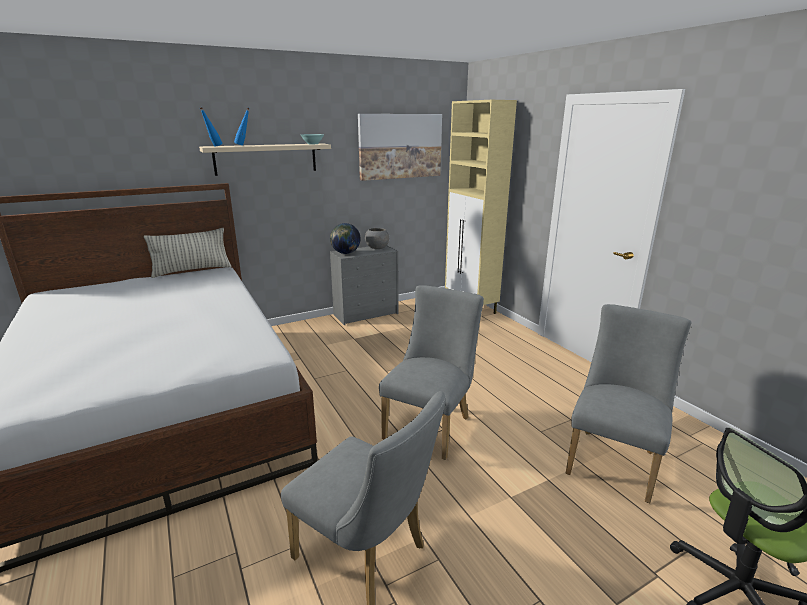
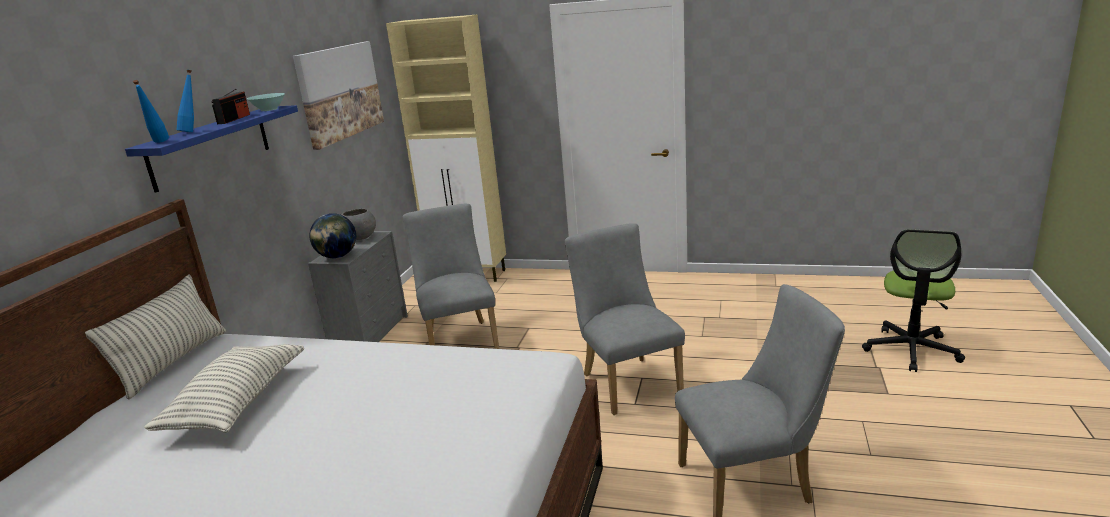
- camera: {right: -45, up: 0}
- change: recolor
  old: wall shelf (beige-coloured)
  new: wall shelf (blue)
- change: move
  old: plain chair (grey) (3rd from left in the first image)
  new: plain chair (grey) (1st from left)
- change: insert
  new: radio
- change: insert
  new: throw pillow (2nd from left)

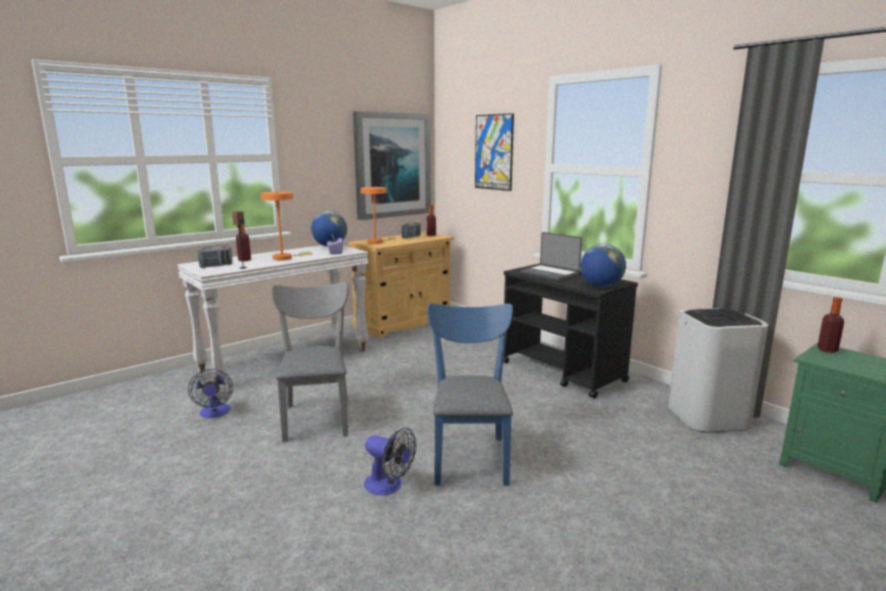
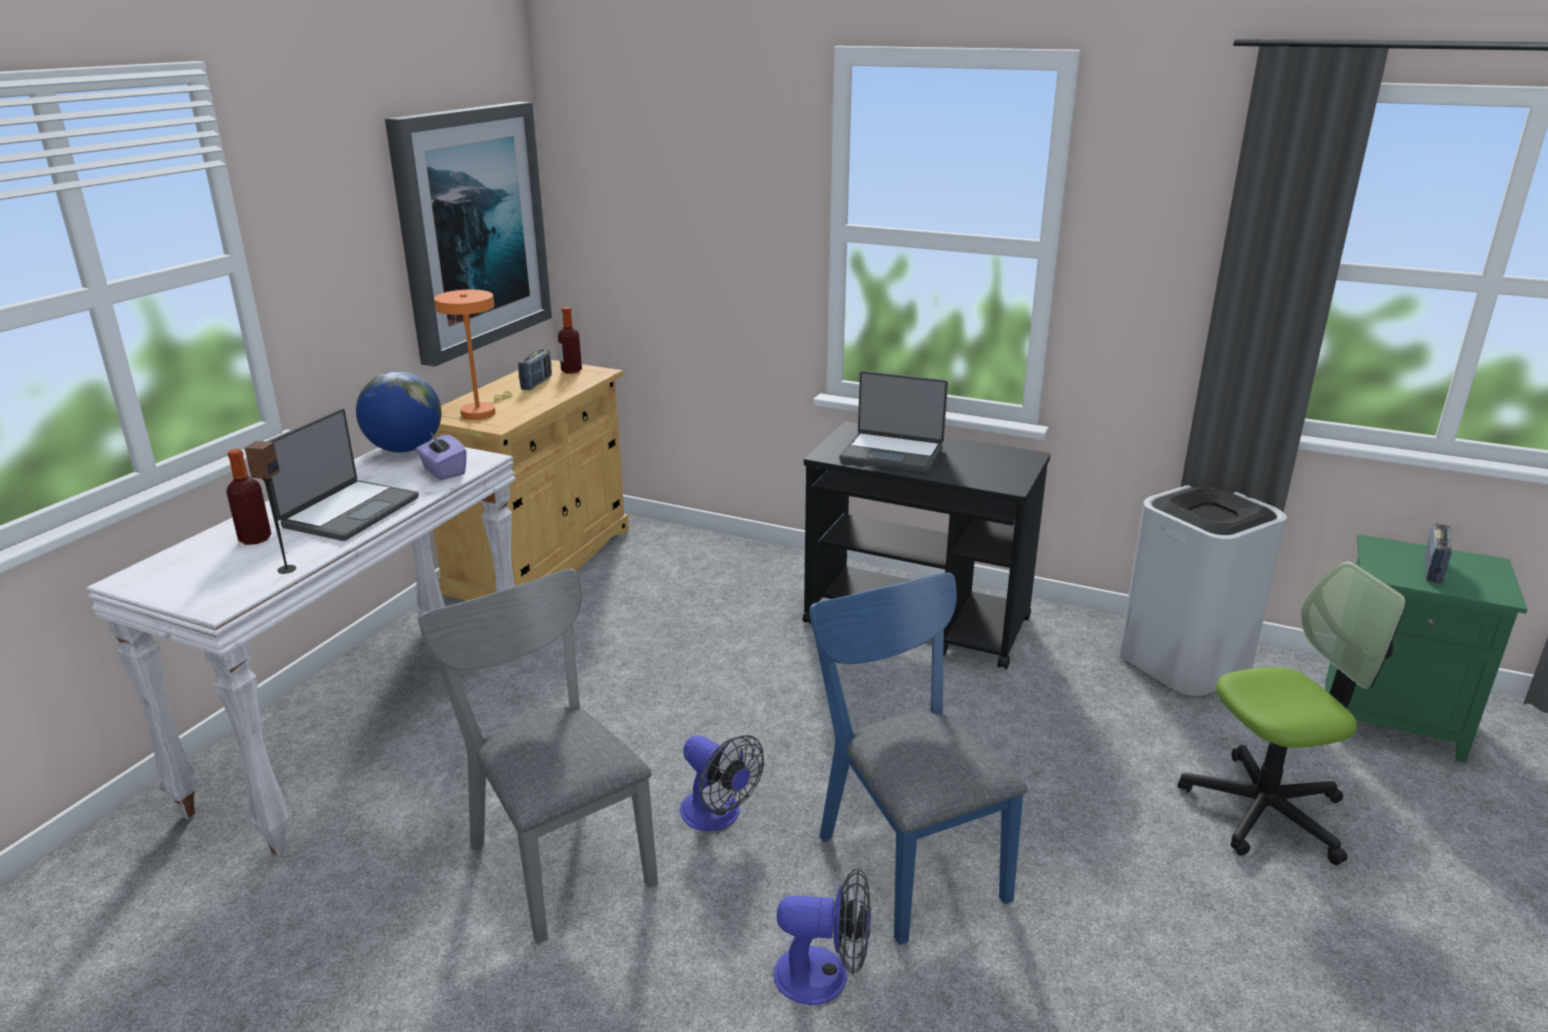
- camera: {right: -25, up: 10}
- change: delete
  old: picture (2nd from left)
- change: replace
  old: lamp for a table (orange-coloured) (1st from left)
  new: portable computer (1st from left)
- change: delete
  old: world globe (2nd from left)
- change: move
  old: radio (1st from left in the first image)
  new: radio (2nd from left)
- change: delete
  old: drink bottle (3rd from left)
- change: move
  old: cooling fan (1st from left)
- change: insert
  new: office chair

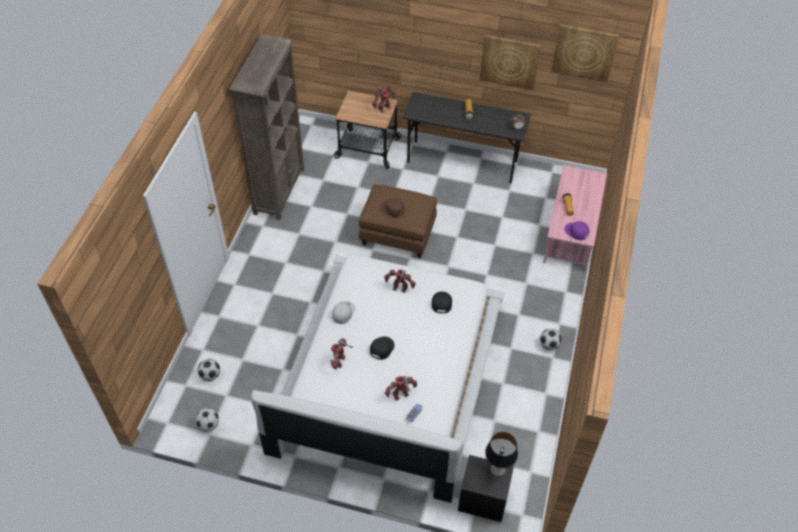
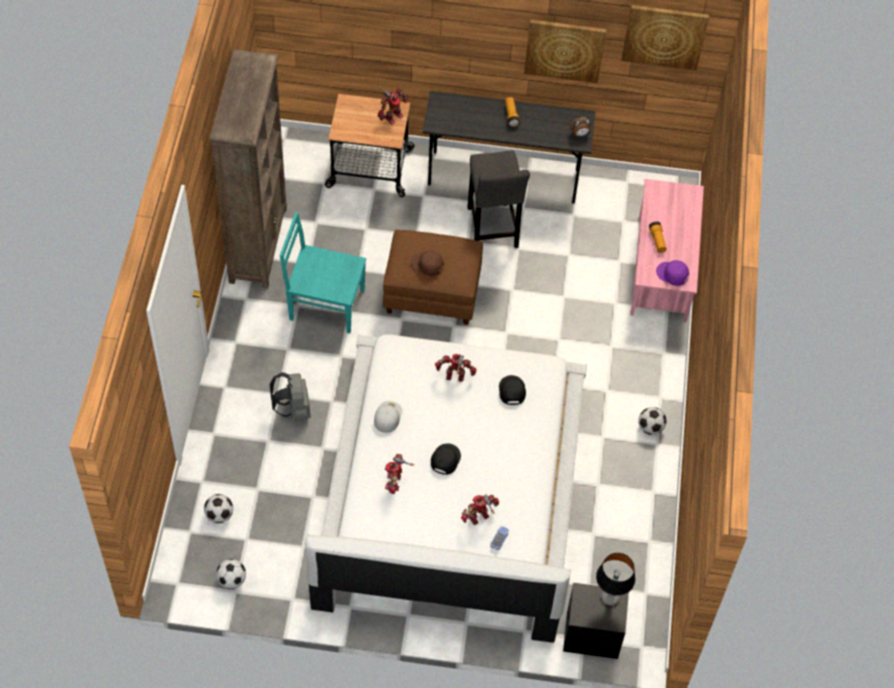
- camera: {right: -10, up: 5}
- change: insert
  new: sitting stool (grey)
- change: insert
  new: plain chair (turquoise-coloured)
- change: insert
  new: knapsack (grey)

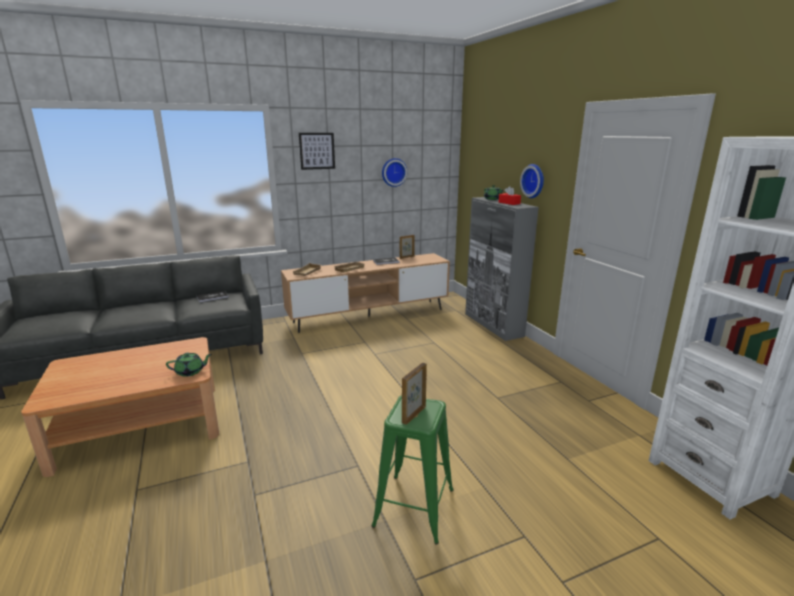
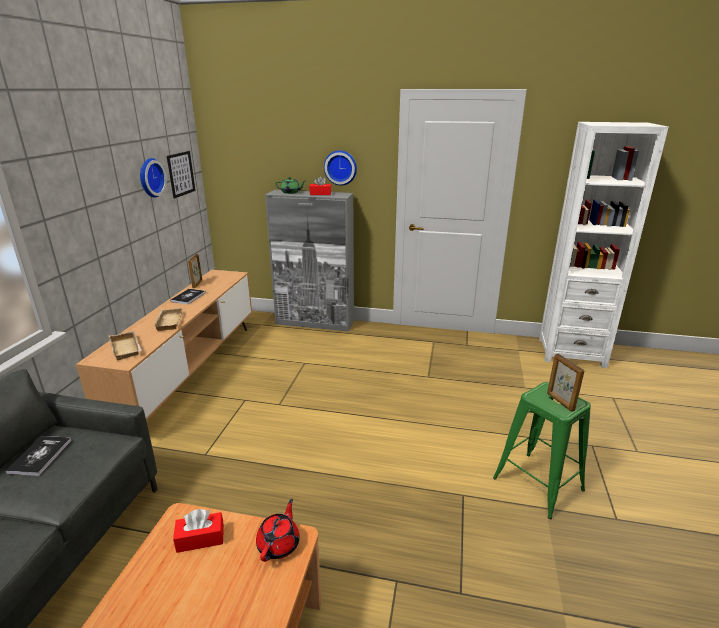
- camera: {right: -55, up: 5}
- change: move
  old: picture
- change: recolor
  old: tea pot (green-coloured) (1st from left)
  new: tea pot (red)
- change: insert
  new: box of tissues (red) (1st from left)

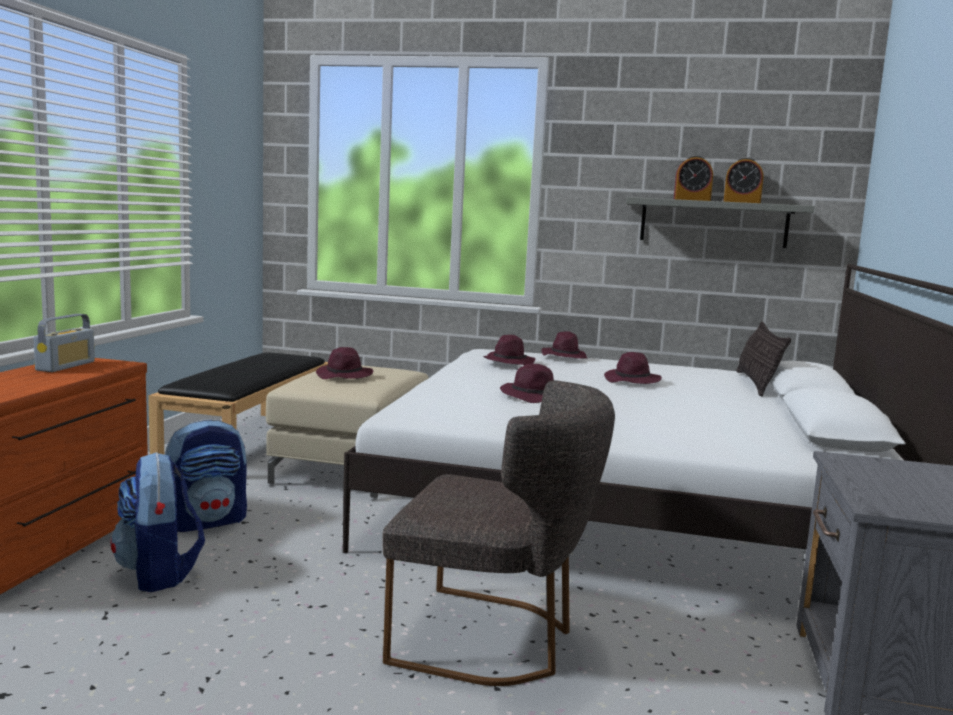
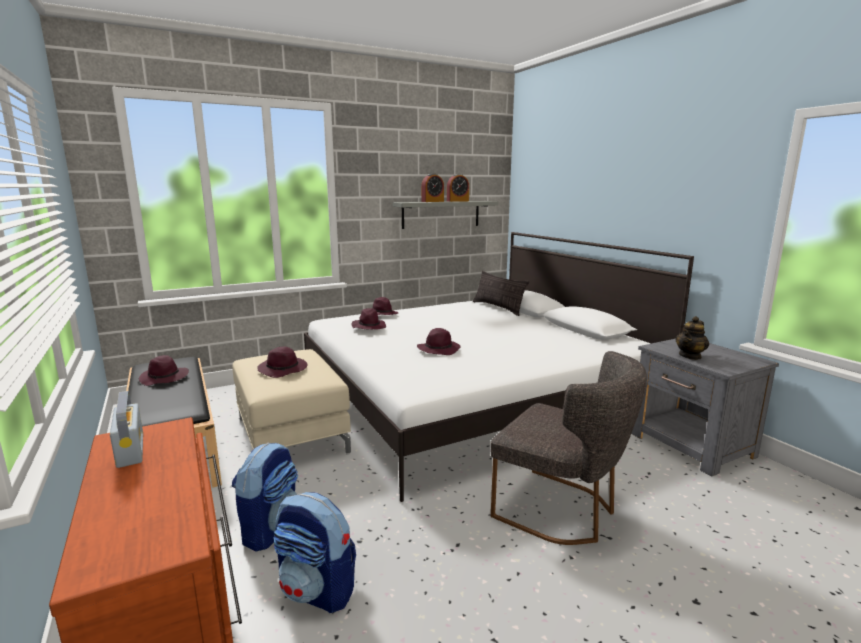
- camera: {right: -40, up: 5}
- change: move
  old: clothing hat (purplish) (5th from left in the first image)
  new: clothing hat (purplish) (1st from left)
- change: rotate
  old: plain chair (grey)
  degrees: 60
- change: insert
  new: tea pot

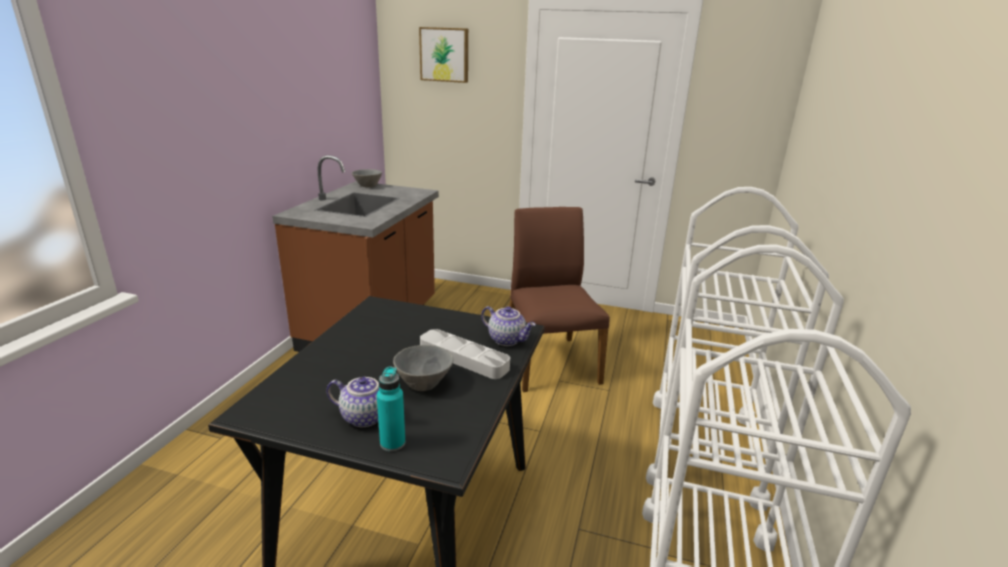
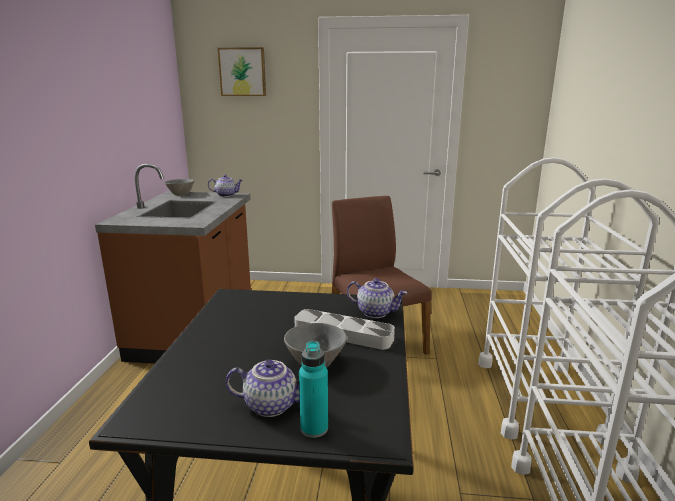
- camera: {right: -10, up: -5}
- change: insert
  new: tea pot (1st from left)

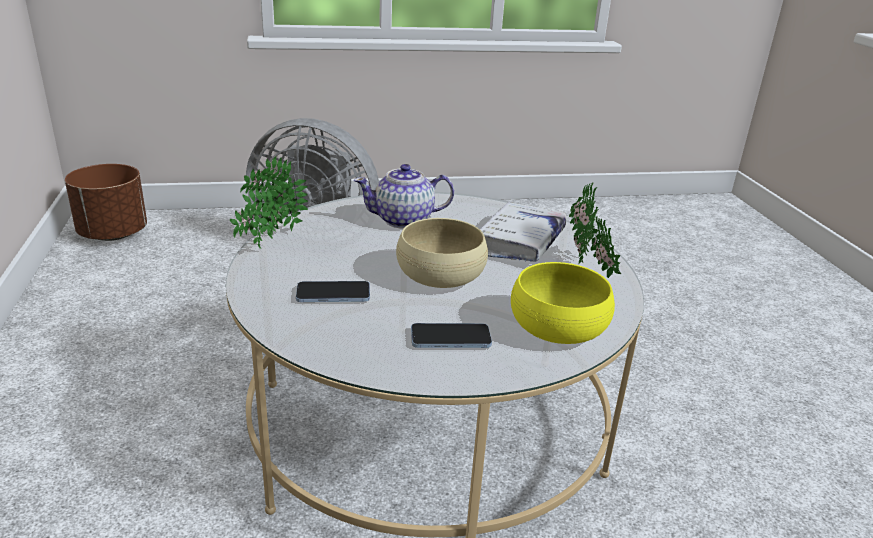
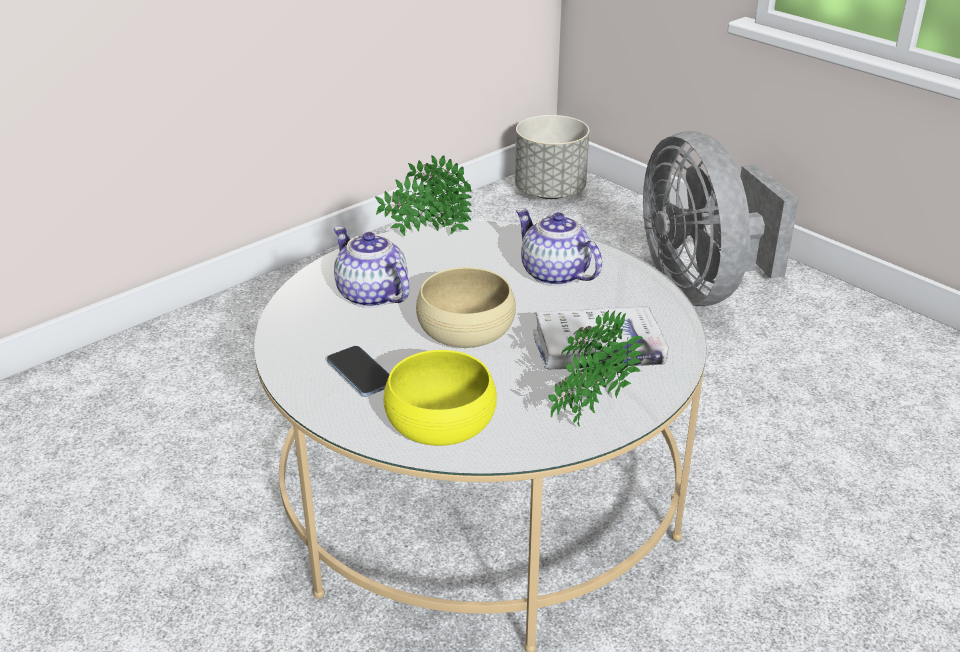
- camera: {right: 60, up: 5}
- change: recolor
  old: plant pot (brown-coloured)
  new: plant pot (grey)
- change: replace
  old: phone (1st from left)
  new: tea pot (1st from left)

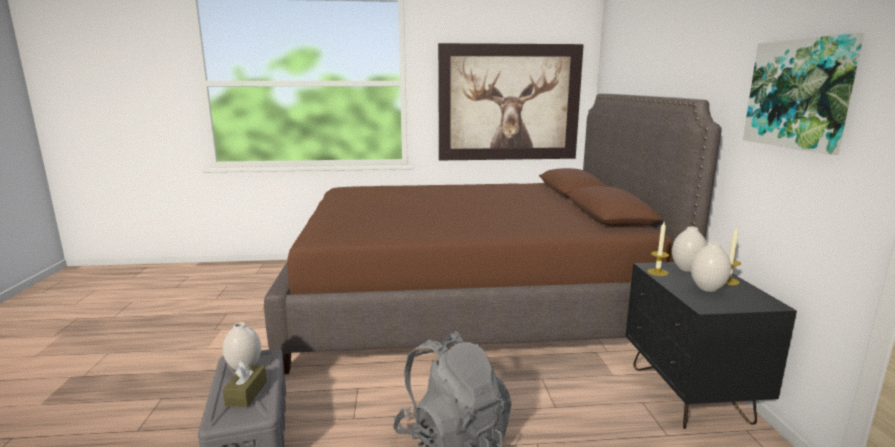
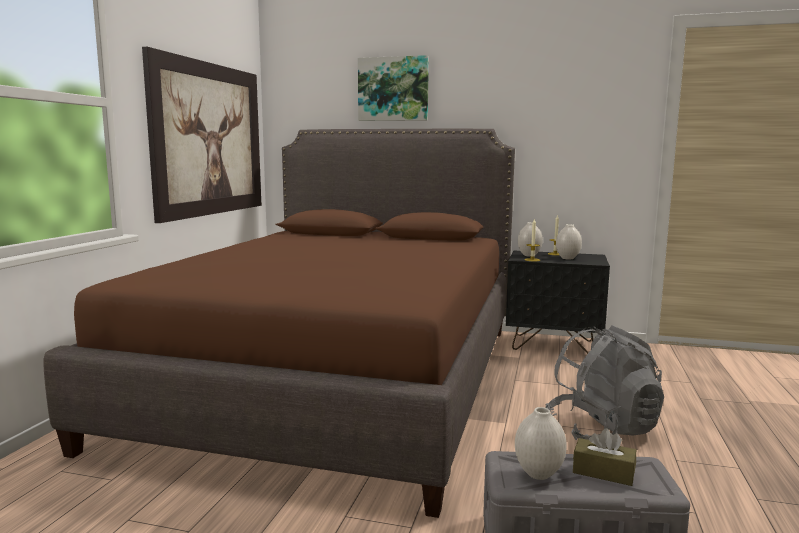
- camera: {right: -70, up: -5}
- change: move
  old: picture (2nd from left)

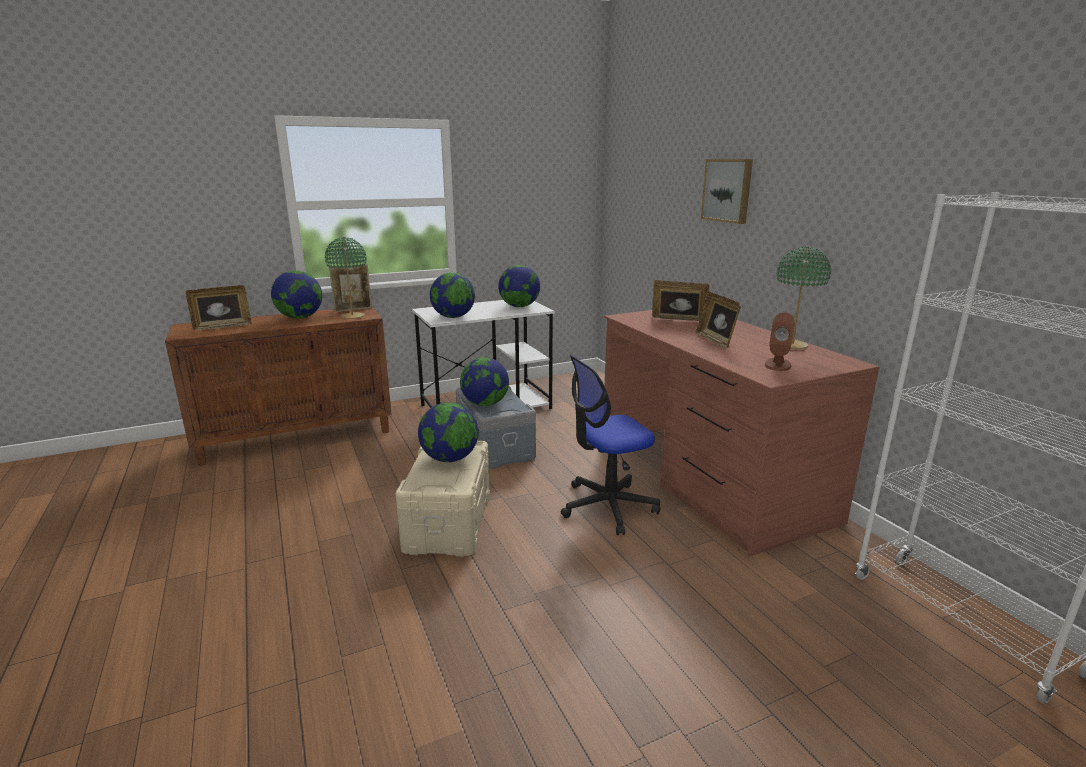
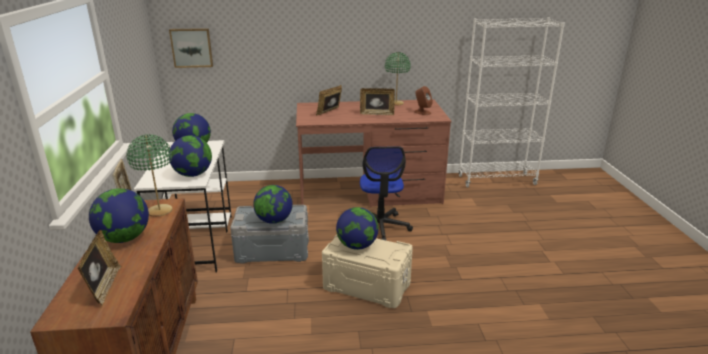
- camera: {right: -70, up: 5}
- change: move
  old: picture

